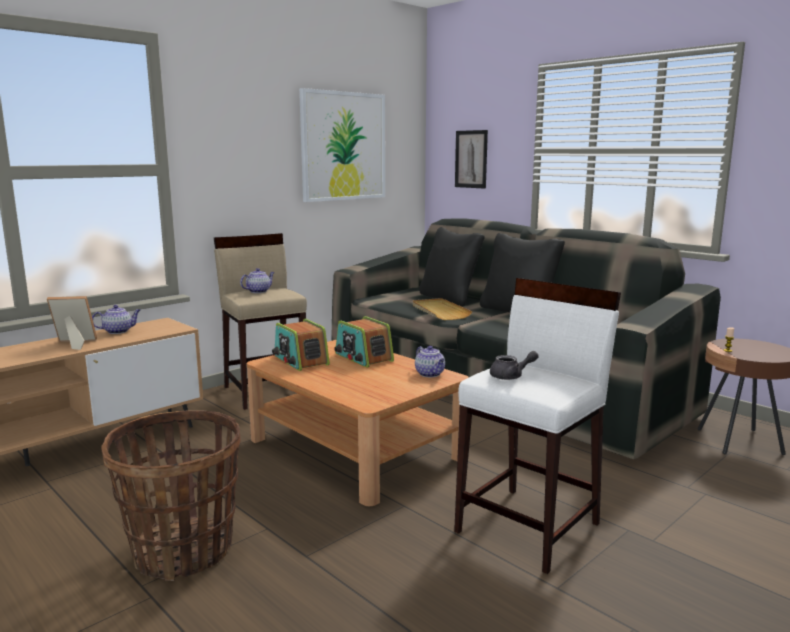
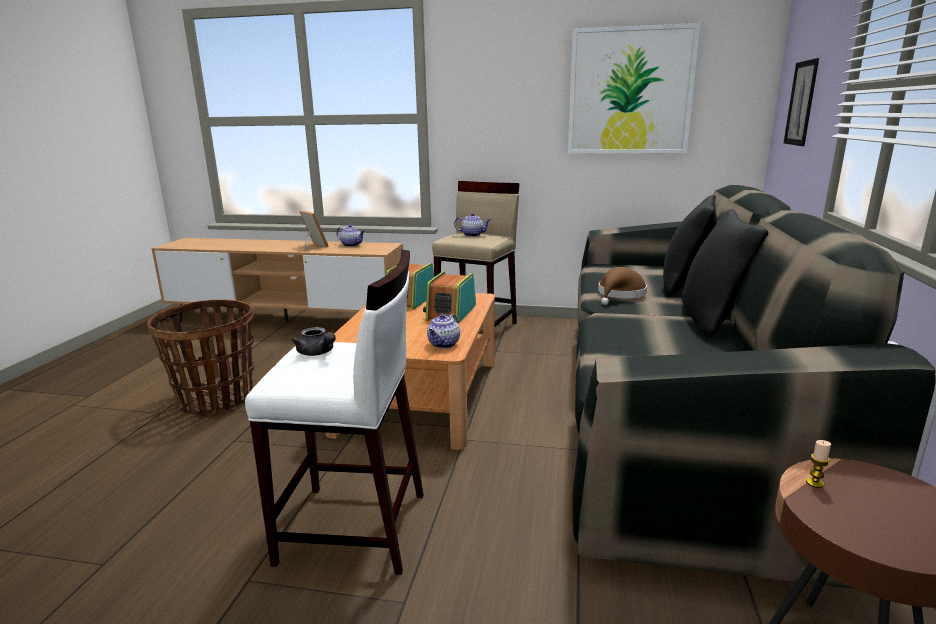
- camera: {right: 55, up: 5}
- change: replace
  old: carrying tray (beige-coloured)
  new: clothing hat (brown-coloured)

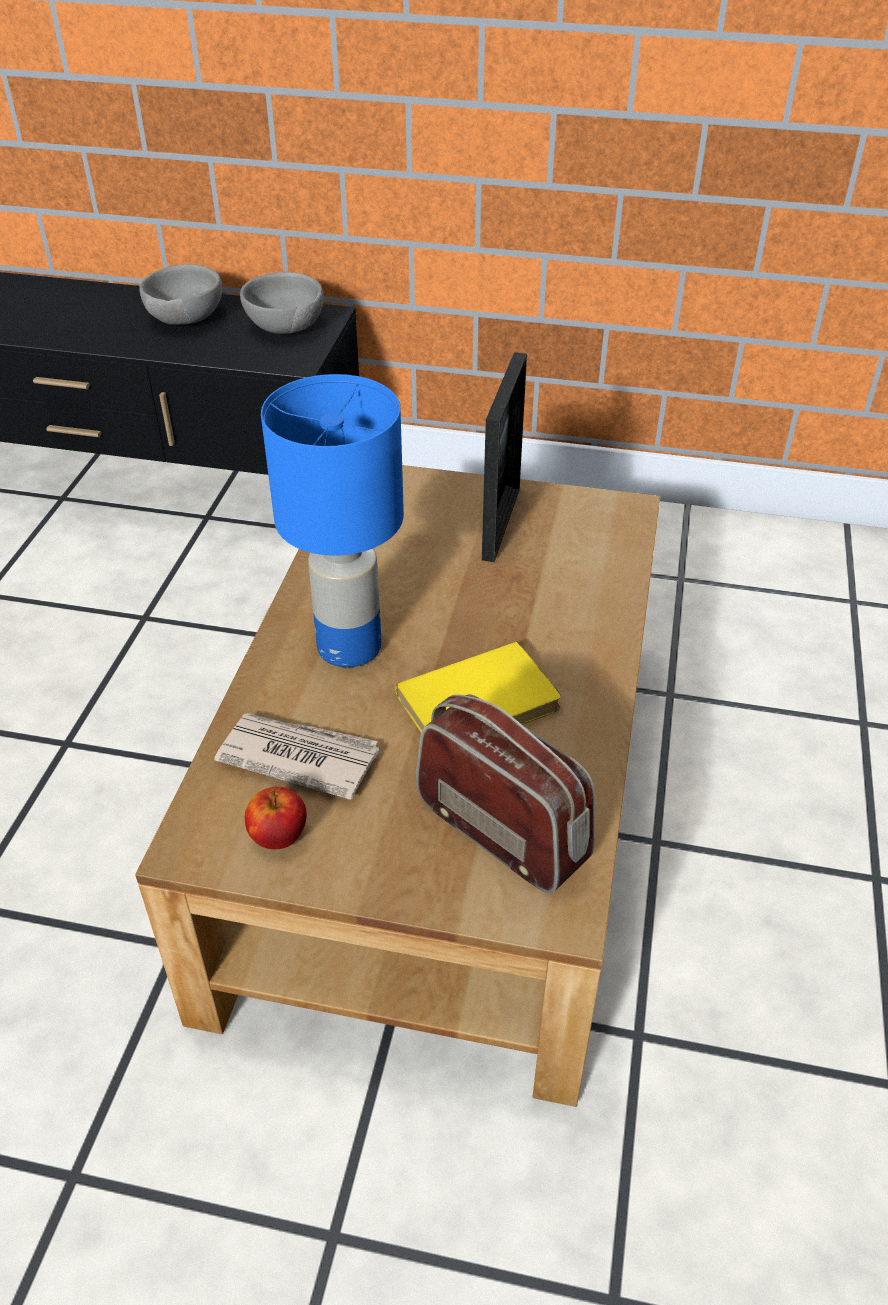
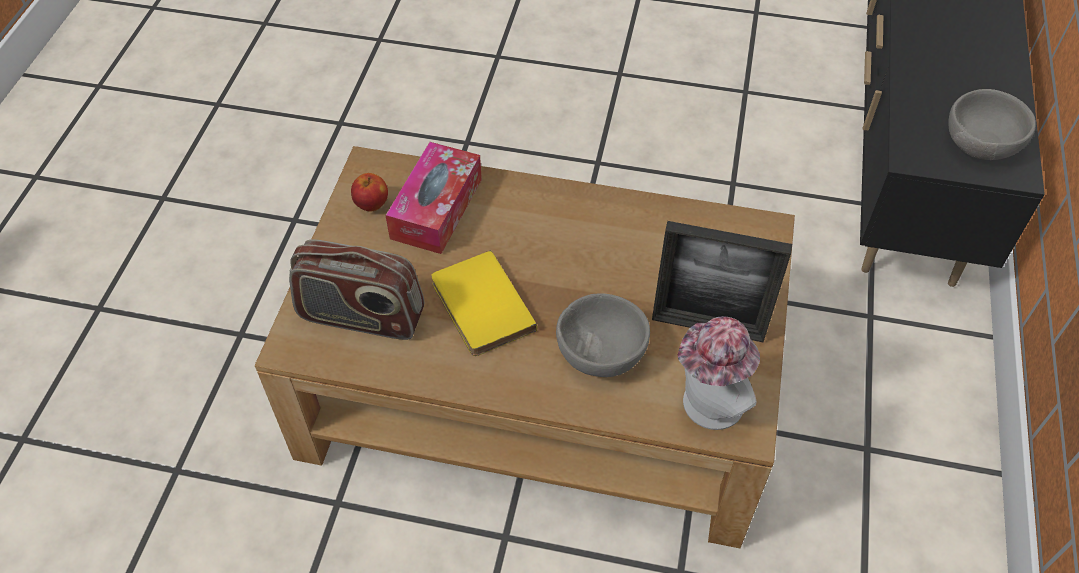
- camera: {right: 90, up: 10}
- change: move
  old: deep dish (grey) (1st from left)
- change: delete
  old: lamp for a table (blue)
- change: rotate
  old: radio
  degrees: 60
- change: replace
  old: printed paper
  new: box of tissues
- change: insert
  new: clothing hat

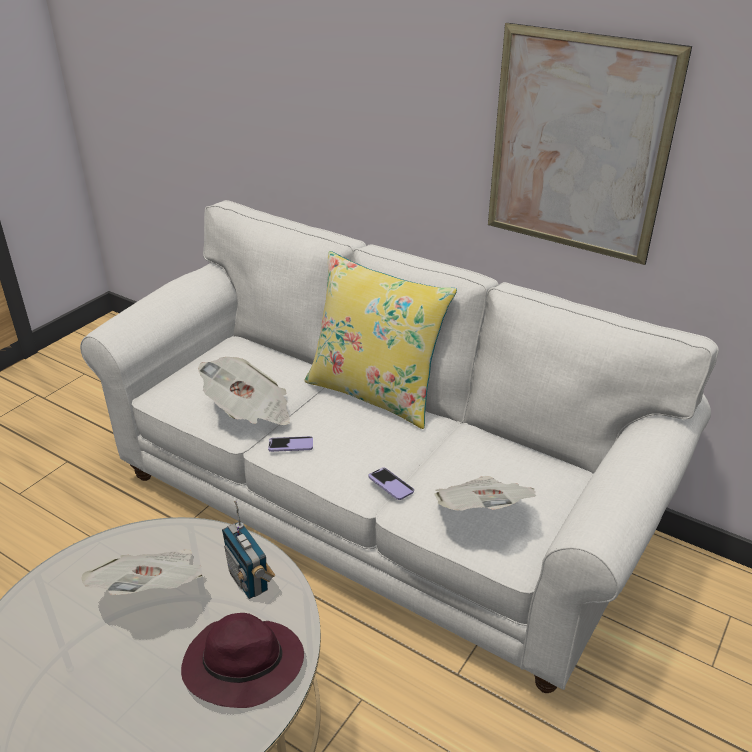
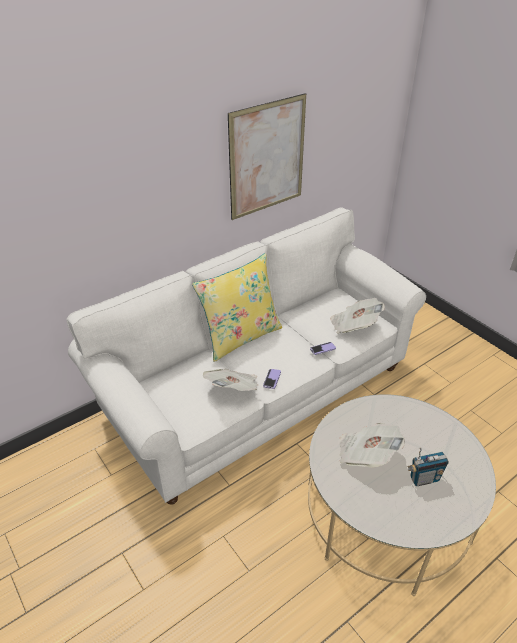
- camera: {right: -70, up: 5}
- change: move
  old: radio
- change: delete
  old: clothing hat (purplish)

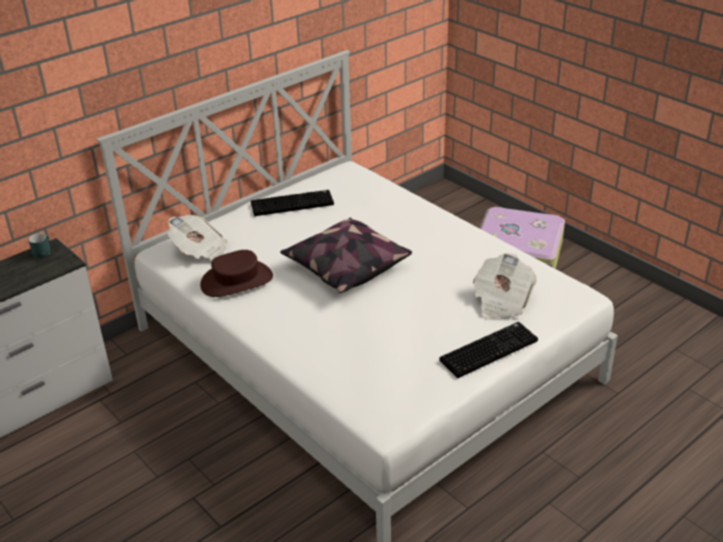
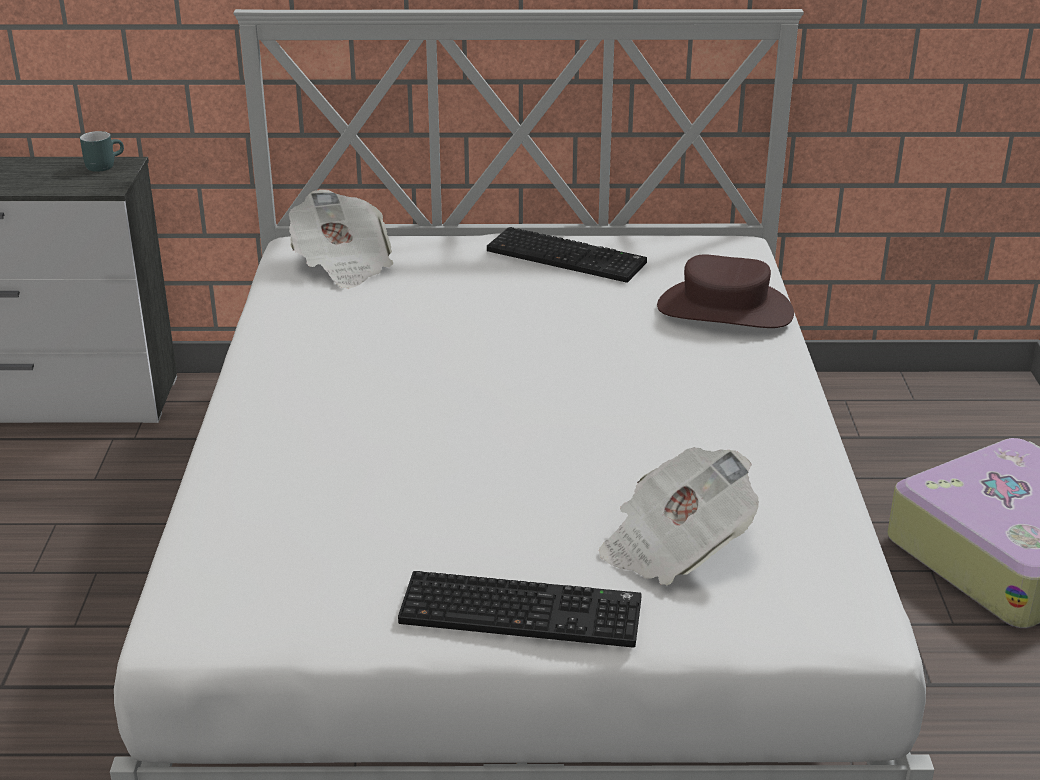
- camera: {right: 40, up: -5}
- change: delete
  old: throw pillow
- change: move
  old: clothing hat (brown-coloured)

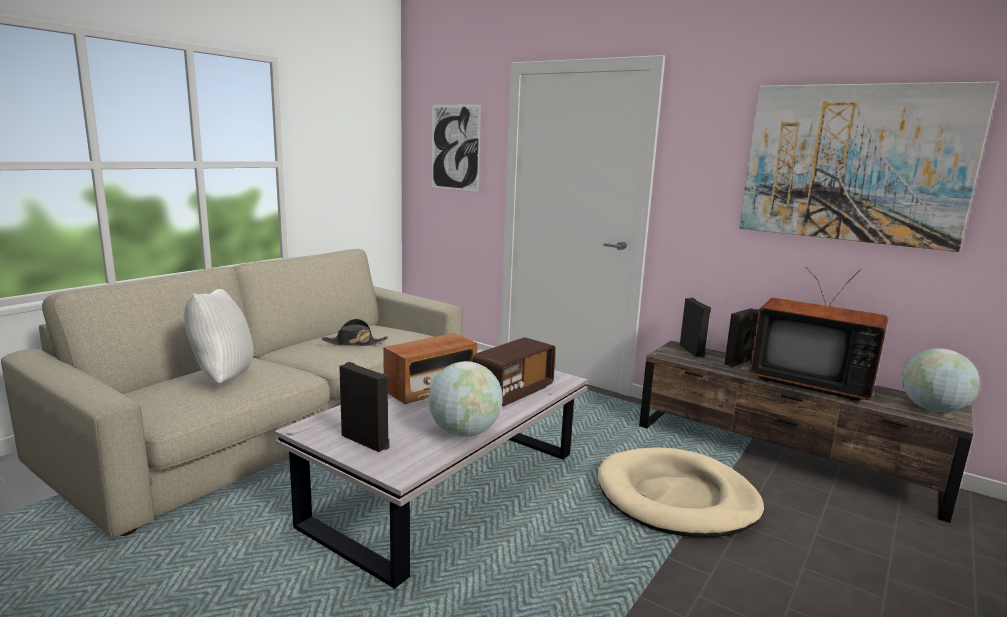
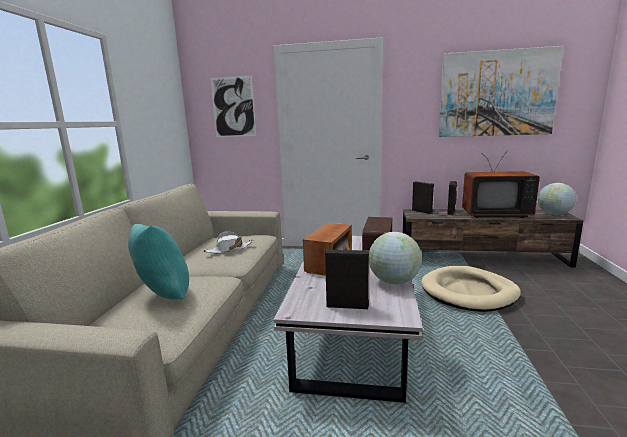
- camera: {right: -25, up: 0}
- change: recolor
  old: throw pillow (white)
  new: throw pillow (turquoise-coloured)
- change: recolor
  old: clothing hat (black)
  new: clothing hat (white)

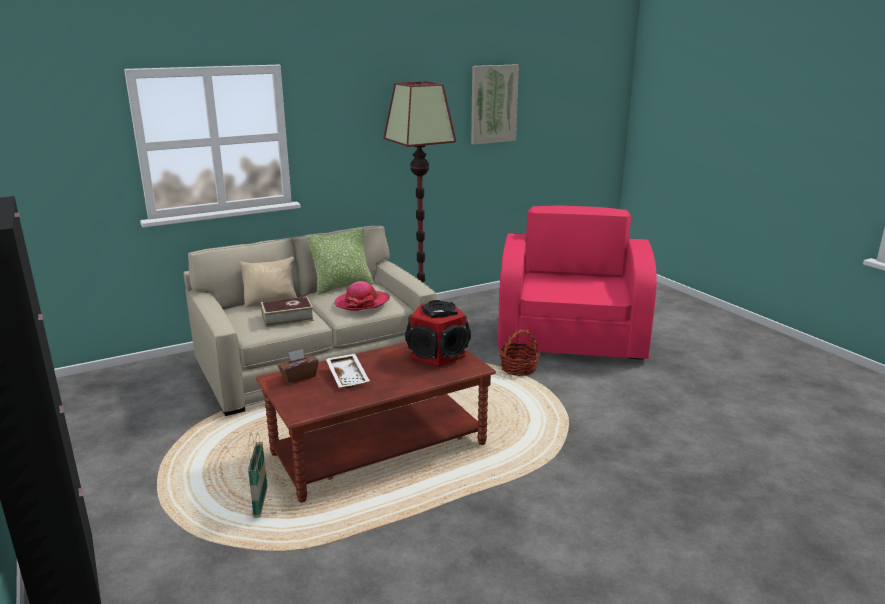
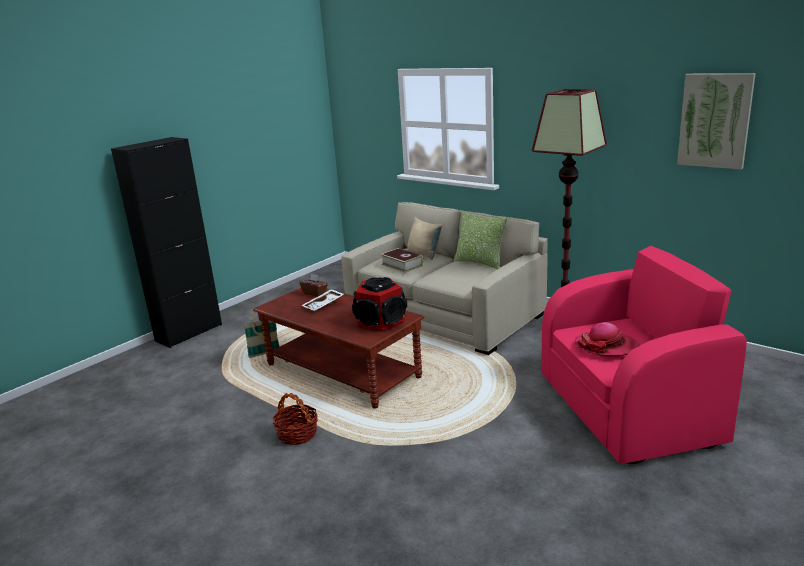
- camera: {right: 70, up: 0}
- change: move
  old: clothing hat
- change: move
  old: storage basket (2nd from left)

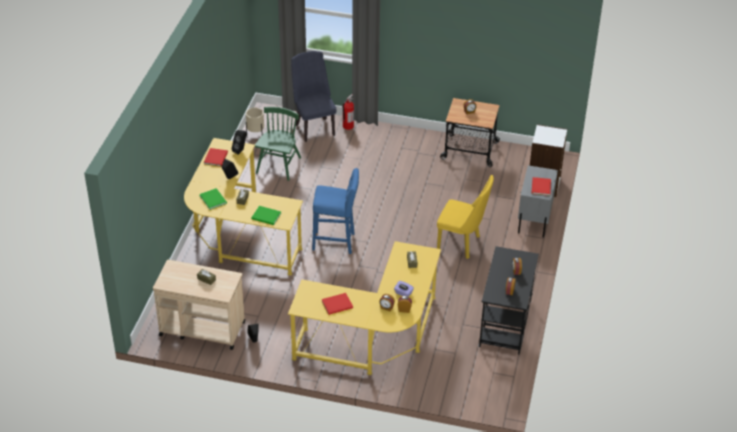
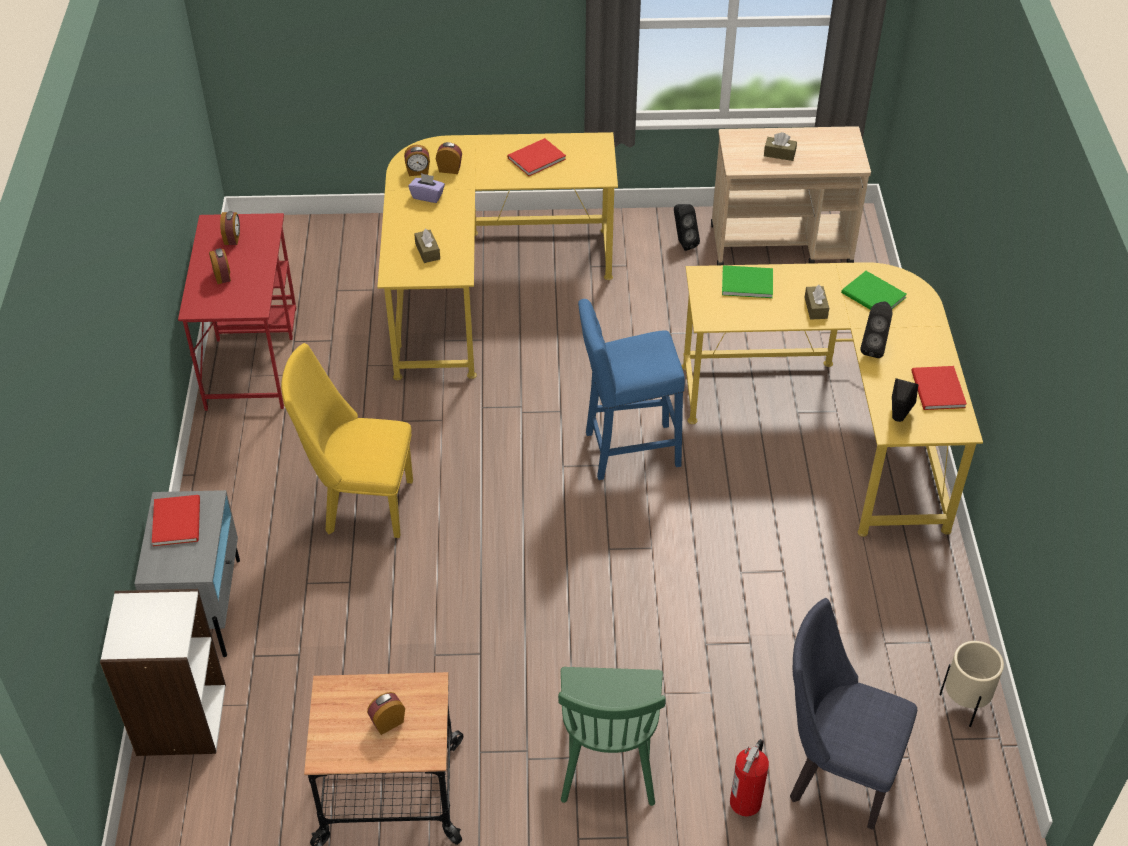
- camera: {right: 165, up: 5}
- change: rotate
  old: plain chair (blue)
  degrees: 150
- change: move
  old: plain chair (green-coloured)
- change: recolor
  old: desk (black)
  new: desk (red)

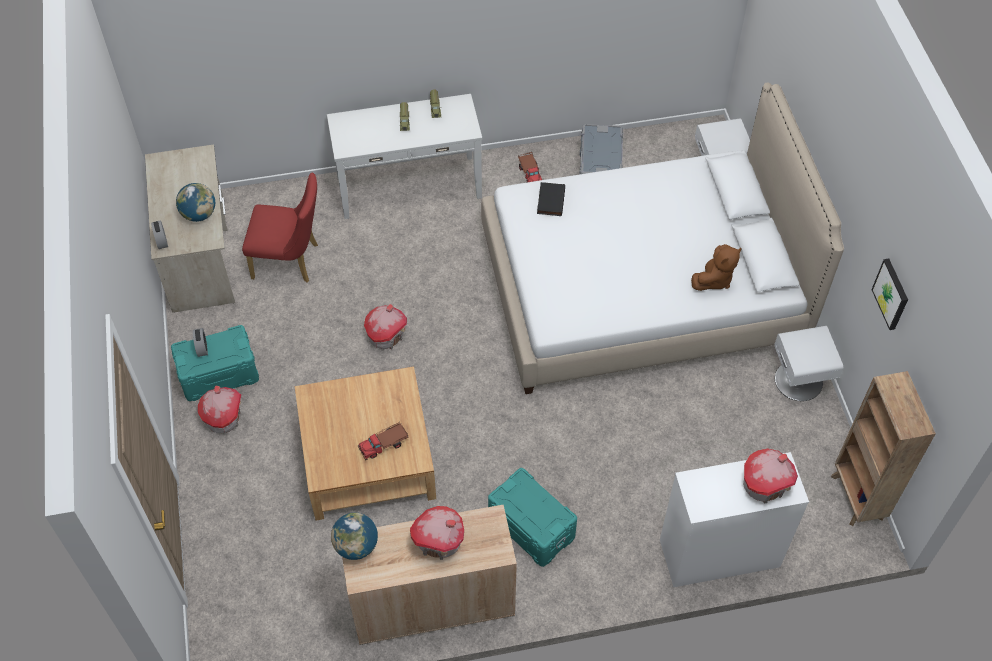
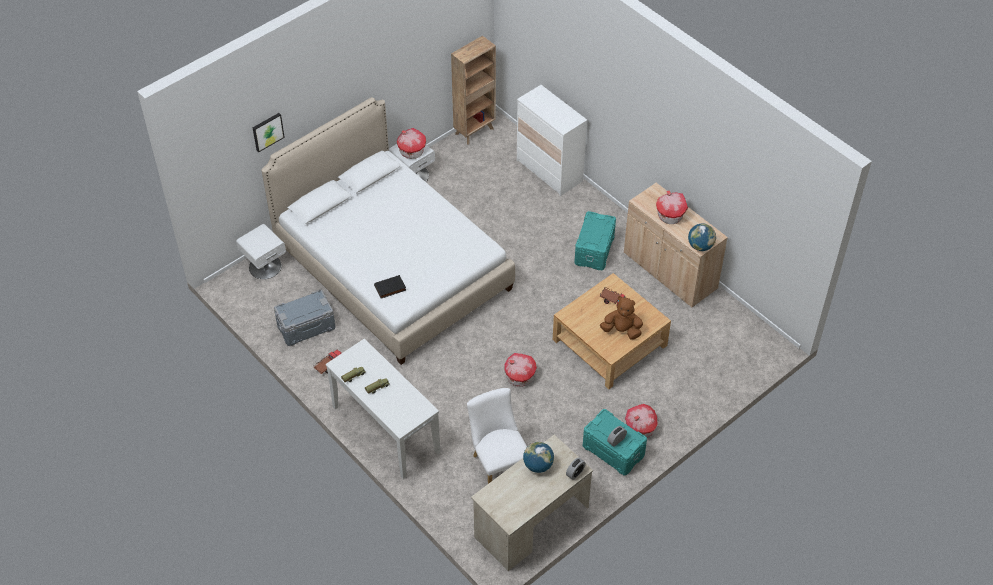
- camera: {right: -120, up: -5}
- change: recolor
  old: plain chair (red)
  new: plain chair (white)
- change: move
  old: cuddly toy (brown-coloured)
- change: move
  old: picture
- change: move
  old: model house (4th from left in the first image)
  new: model house (1st from left)

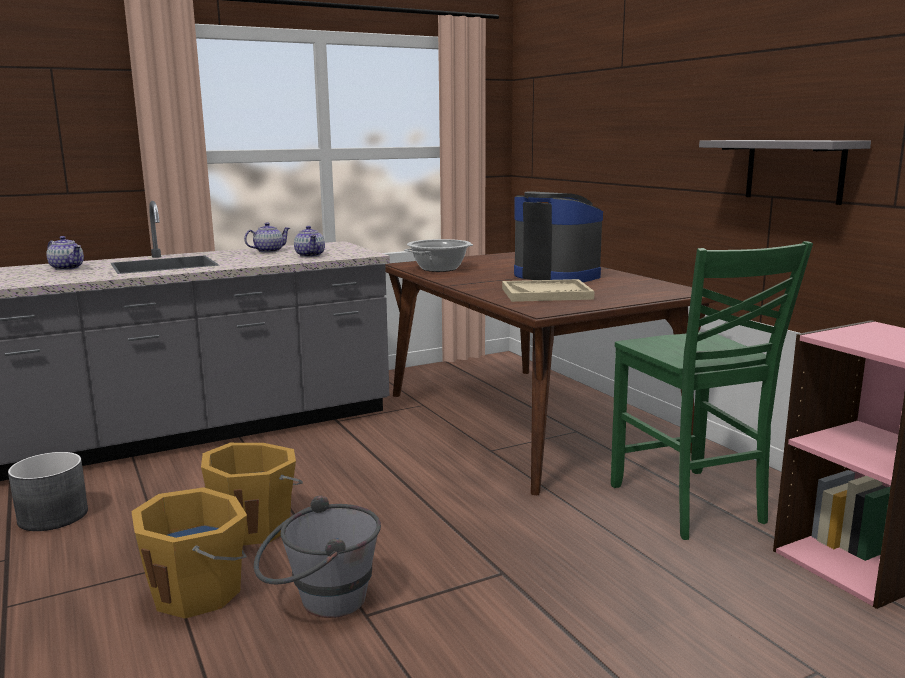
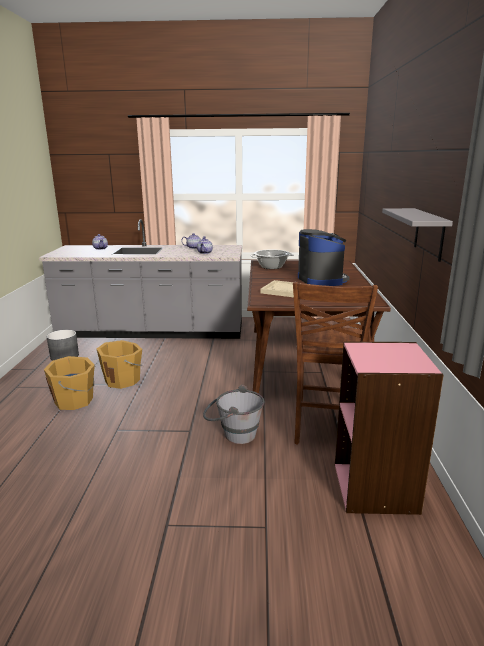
- camera: {right: 30, up: 5}
- change: recolor
  old: plain chair (green-coloured)
  new: plain chair (brown-coloured)
- change: move
  old: bucket (grey)

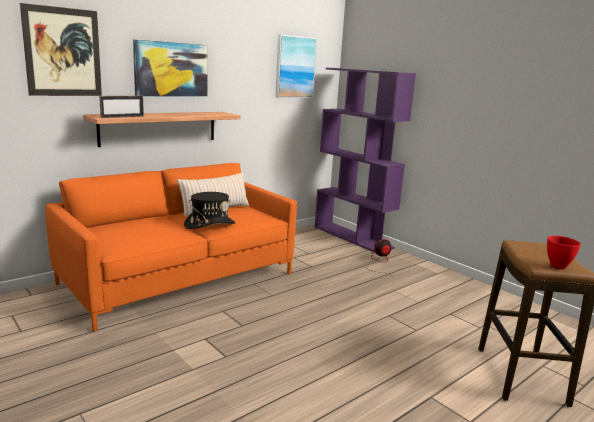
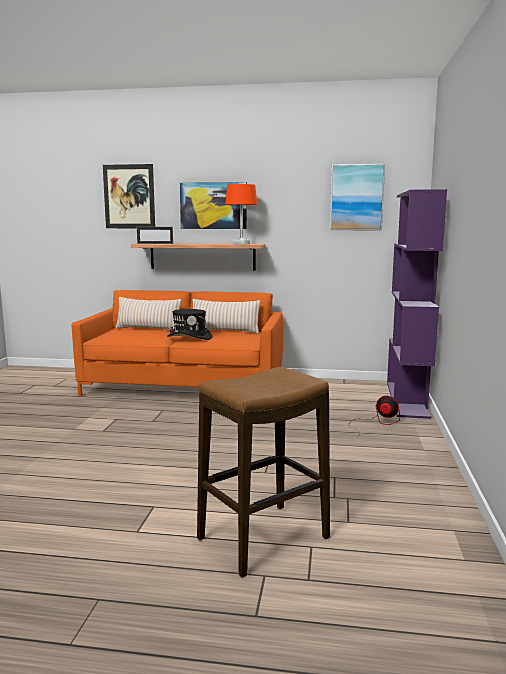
- camera: {right: 50, up: -5}
- change: delete
  old: deep dish (red)
- change: insert
  new: lamp for a table (orange-coloured)
- change: insert
  new: throw pillow (beige-coloured) (1st from left)

